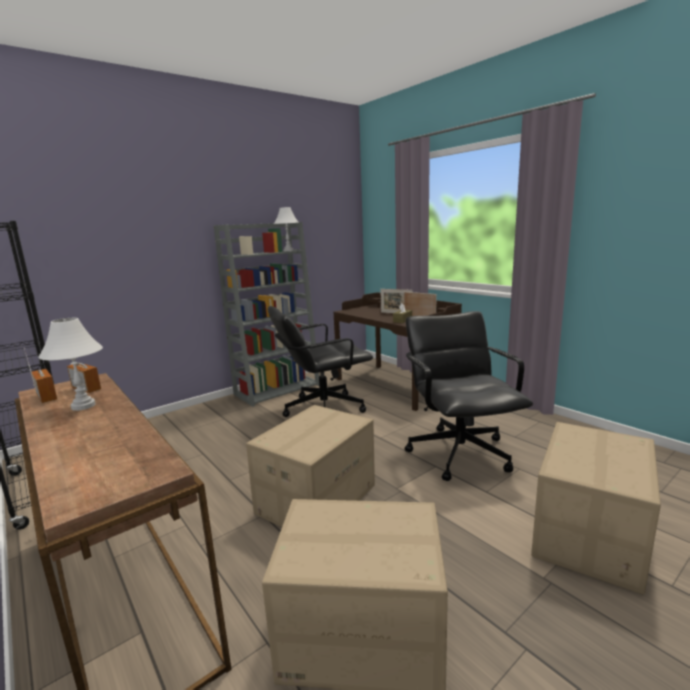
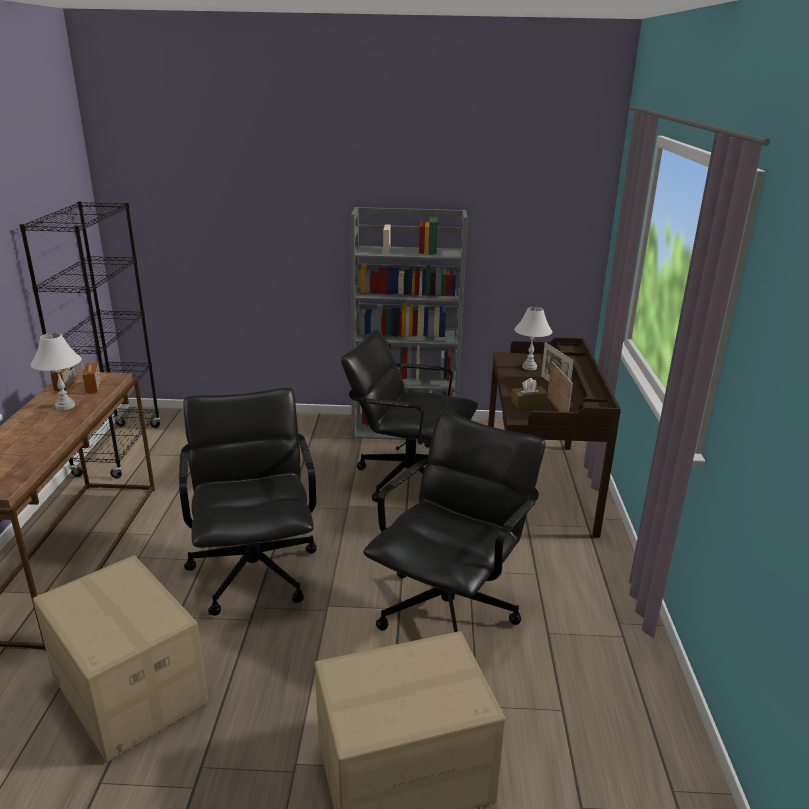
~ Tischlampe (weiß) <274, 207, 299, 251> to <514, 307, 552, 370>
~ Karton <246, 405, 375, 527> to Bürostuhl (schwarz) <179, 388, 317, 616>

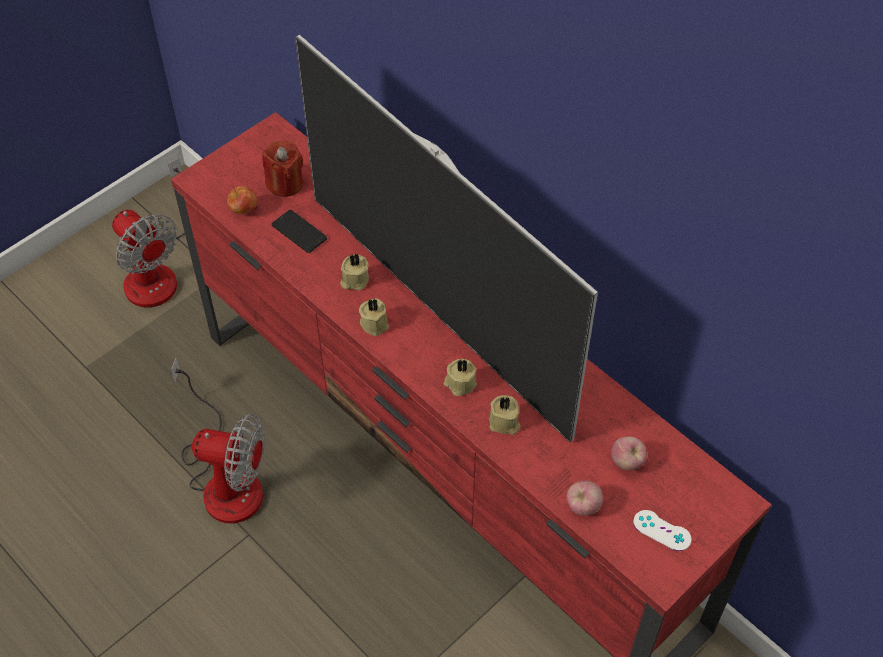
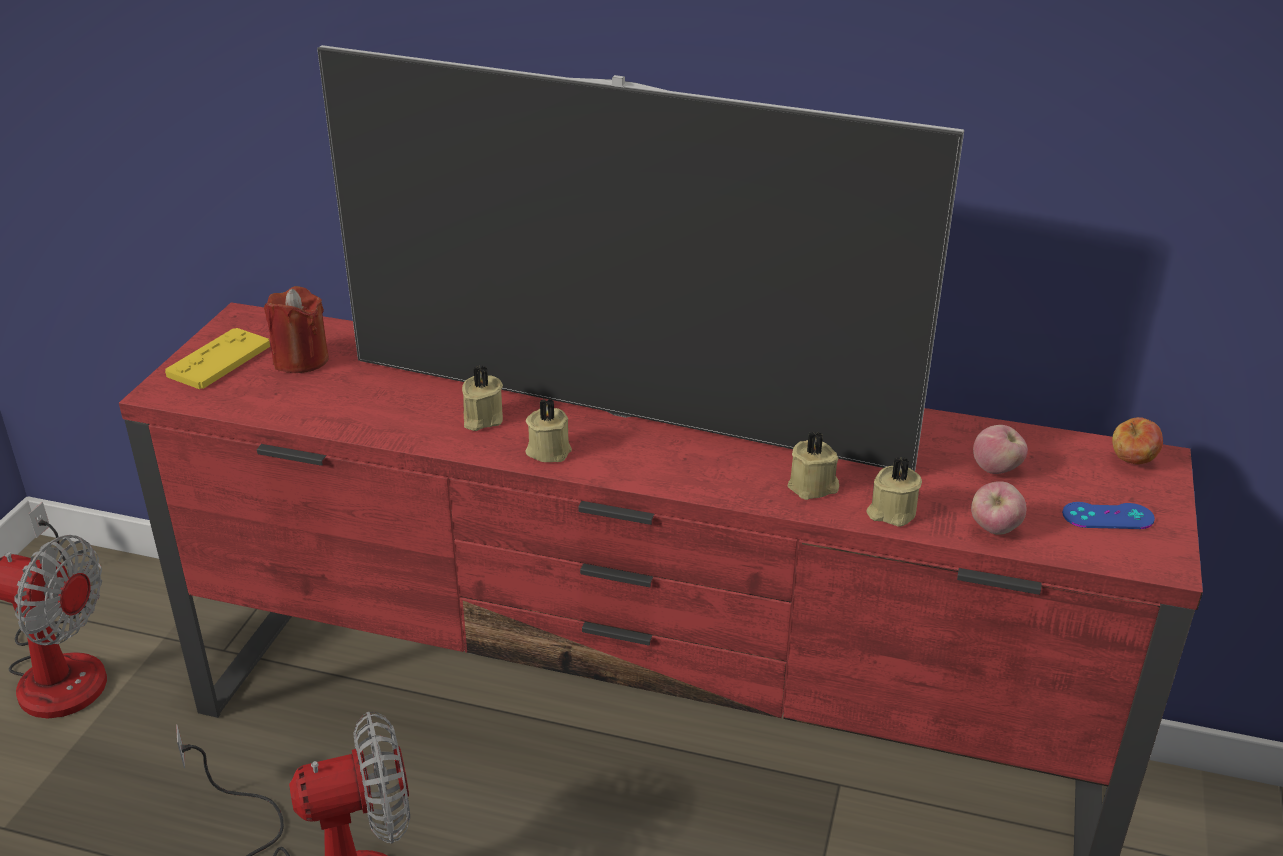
~ Apfel <227, 186, 258, 214> to <1112, 417, 1163, 464>
- Handy <271, 210, 327, 253>
~ Kerze (beige) <444, 359, 477, 396> to <866, 457, 922, 527>
~ Gamepad (weiß) <633, 510, 691, 551> to Gamepad (blau) <1062, 502, 1155, 529>
+ Gamepad (gelb) <165, 328, 270, 389>

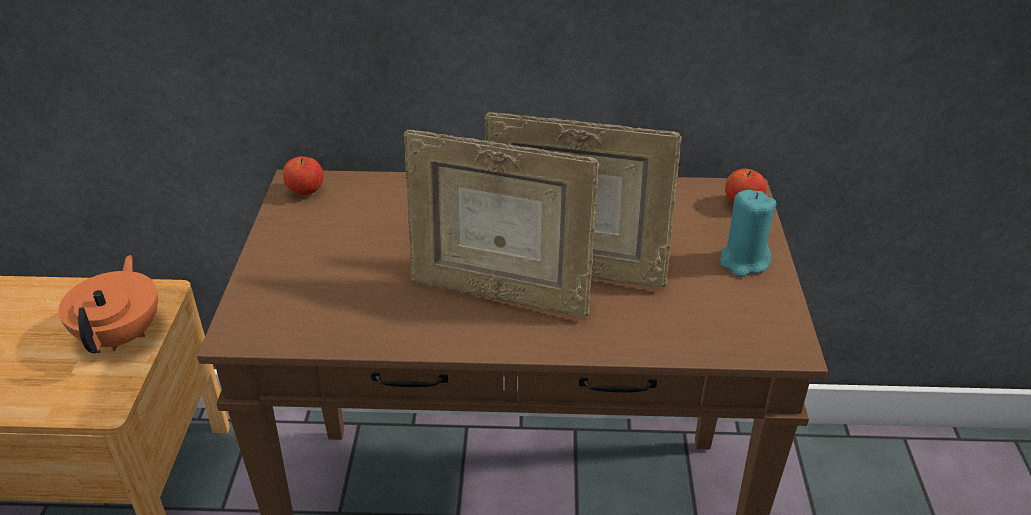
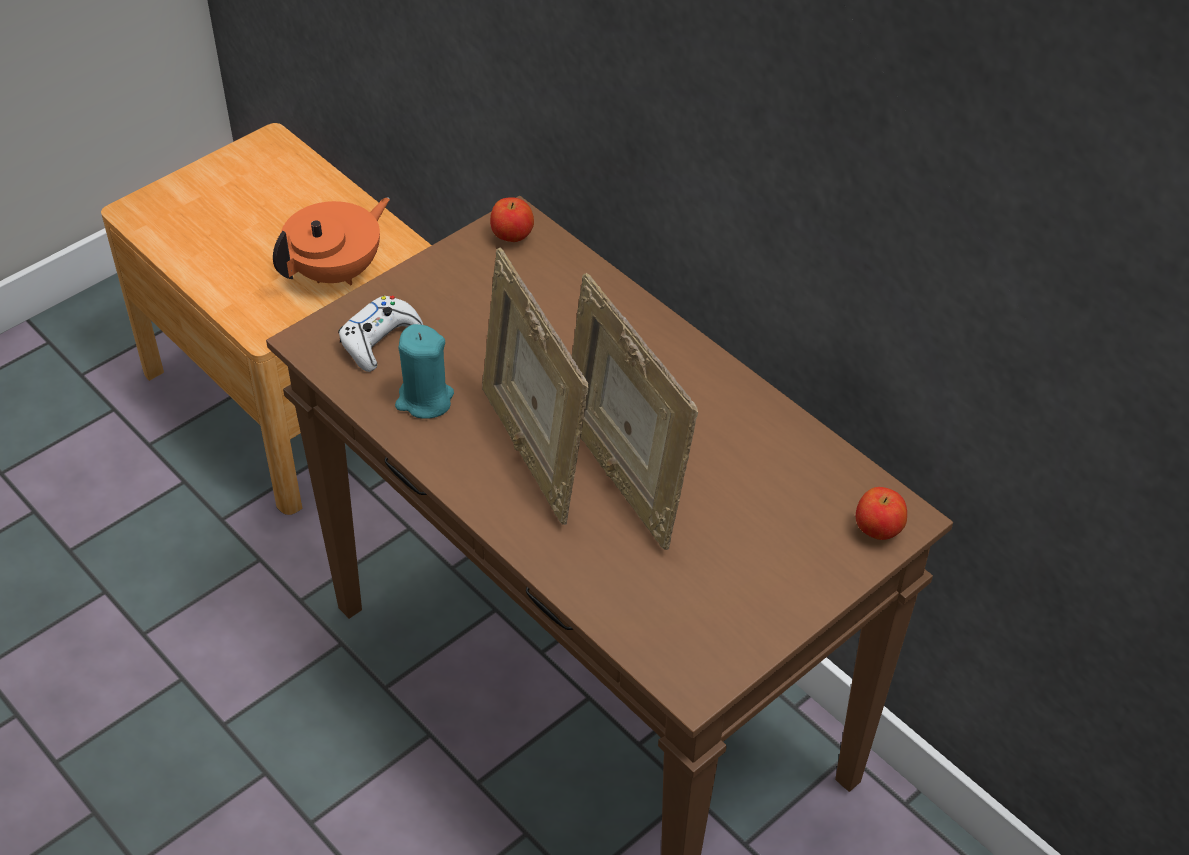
~ Kerze (türkis) <720, 190, 776, 277> to <395, 324, 454, 419>
+ Gamepad (weiß) <338, 296, 423, 372>

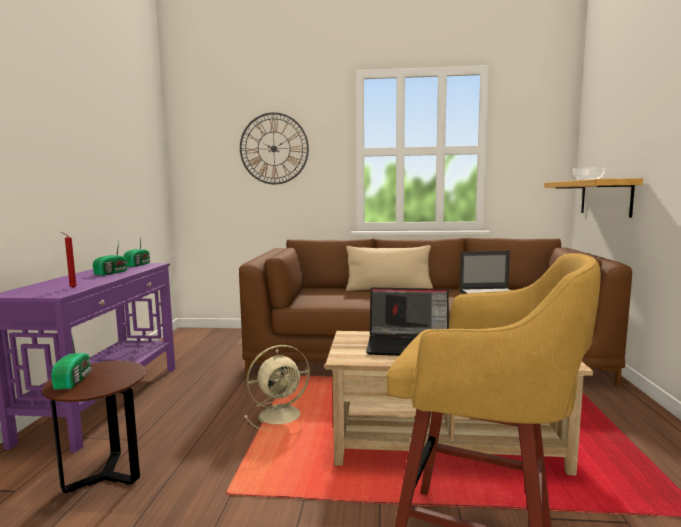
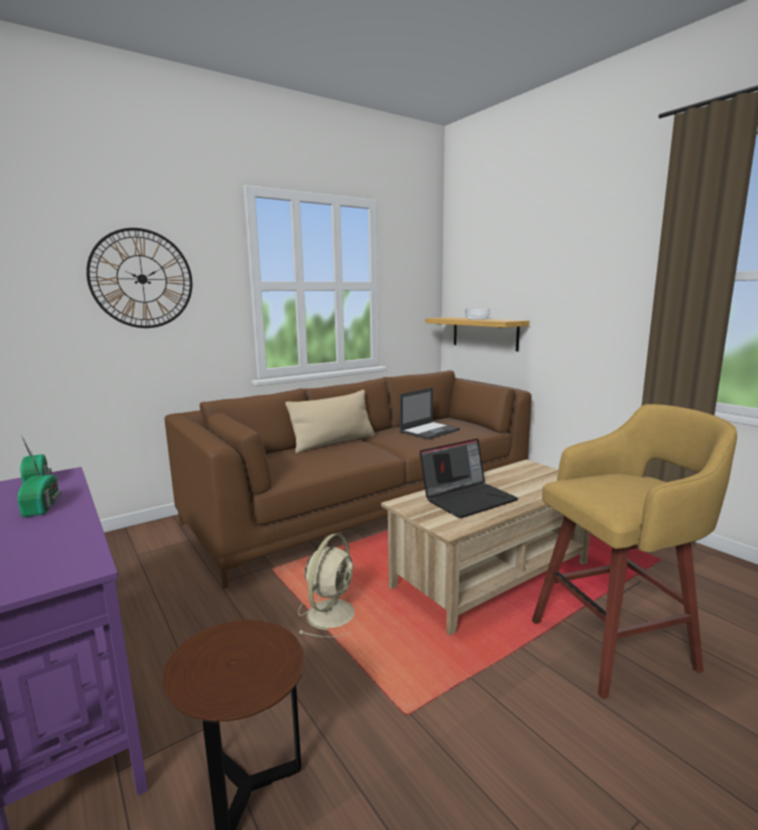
- Kerze (rot) <61, 232, 77, 288>
- Radio <51, 331, 92, 390>

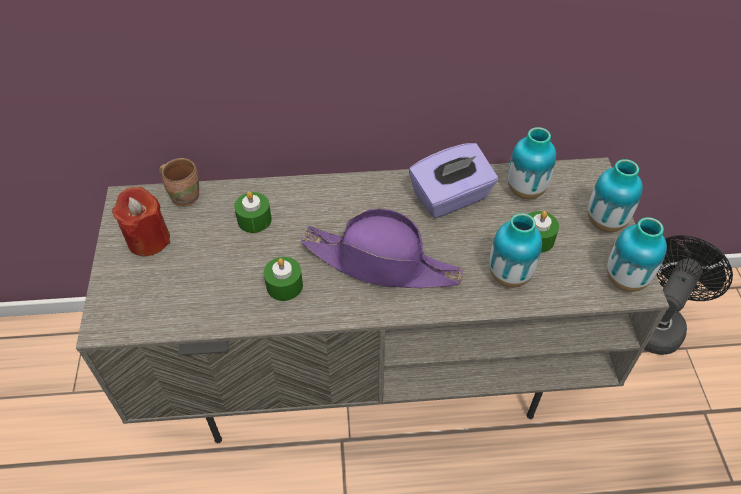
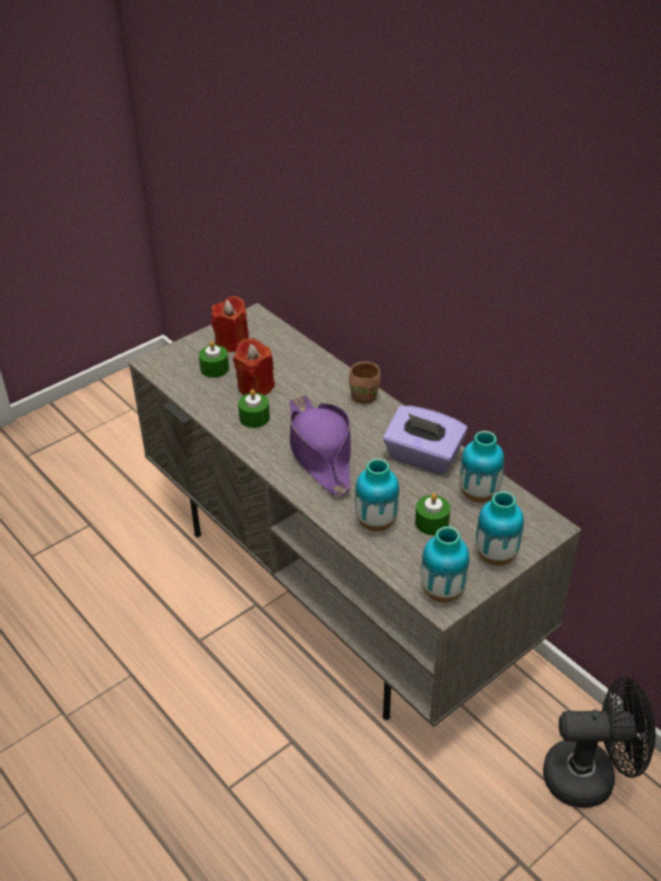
~ Henkelbecher (braun) <159, 158, 199, 206> to <349, 361, 381, 404>
~ Kerze (grün) <234, 191, 272, 233> to <199, 341, 229, 378>
+ Kerze (rot) <233, 338, 275, 396>

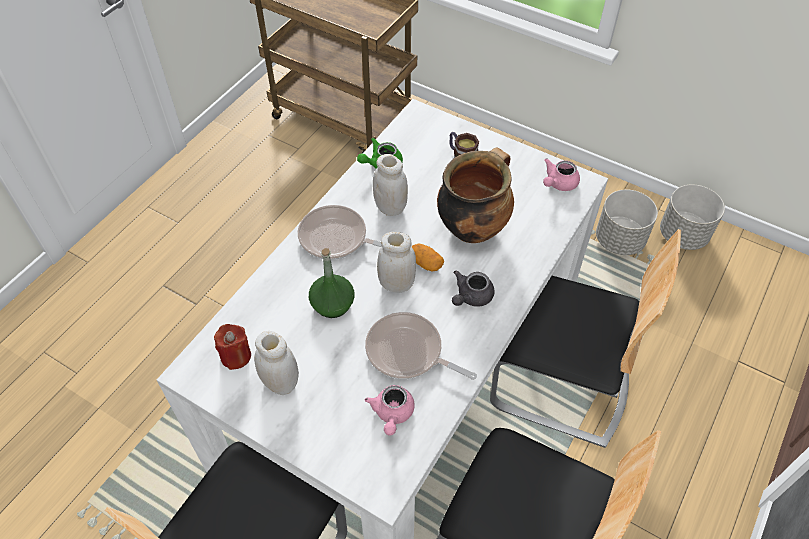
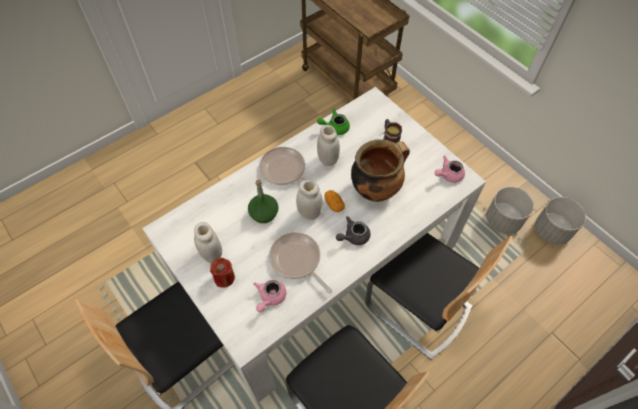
~ Kerze (rot) <214, 324, 251, 370> to <210, 258, 235, 287>

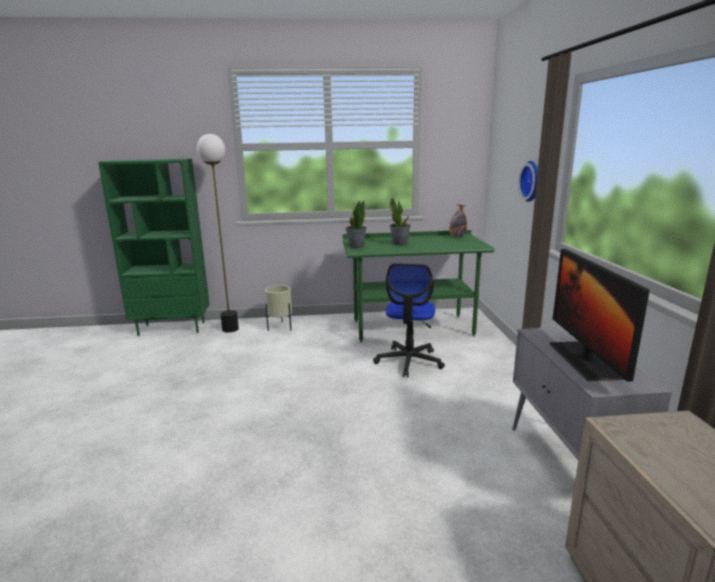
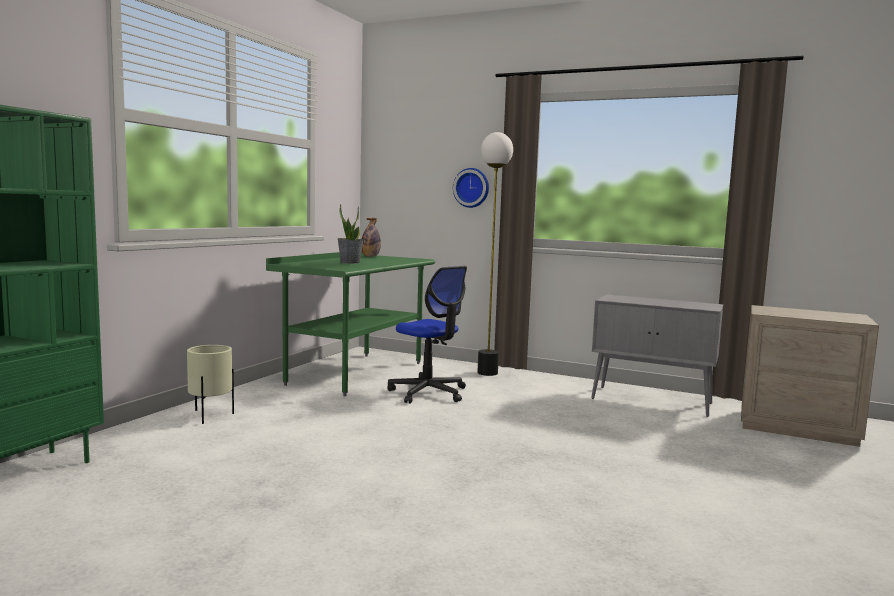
~ Stehlampe <197, 134, 239, 333> to <477, 132, 513, 376>
- Topfpflanze <346, 200, 367, 248>
- Monitor <549, 249, 650, 381>

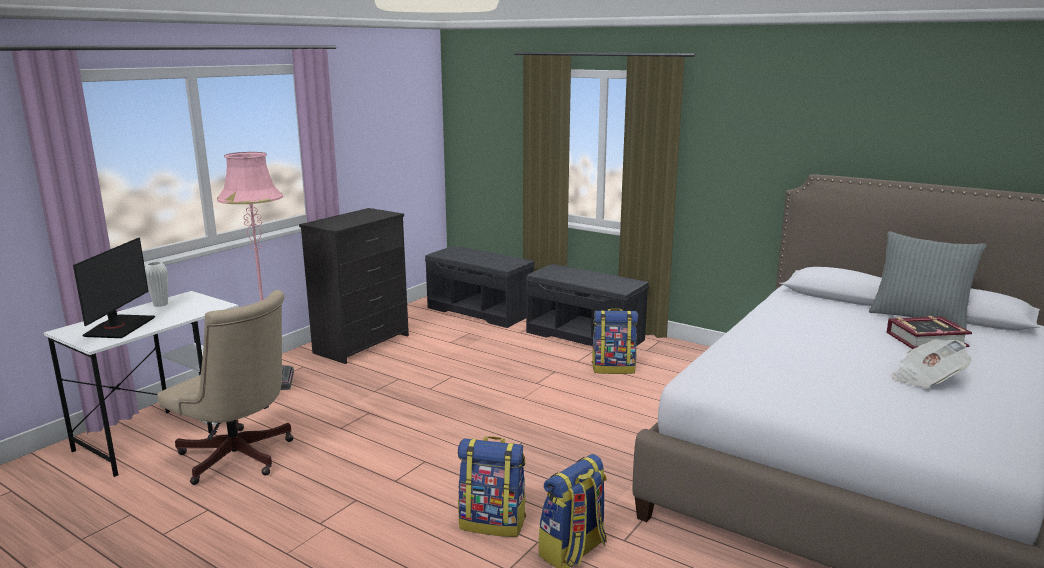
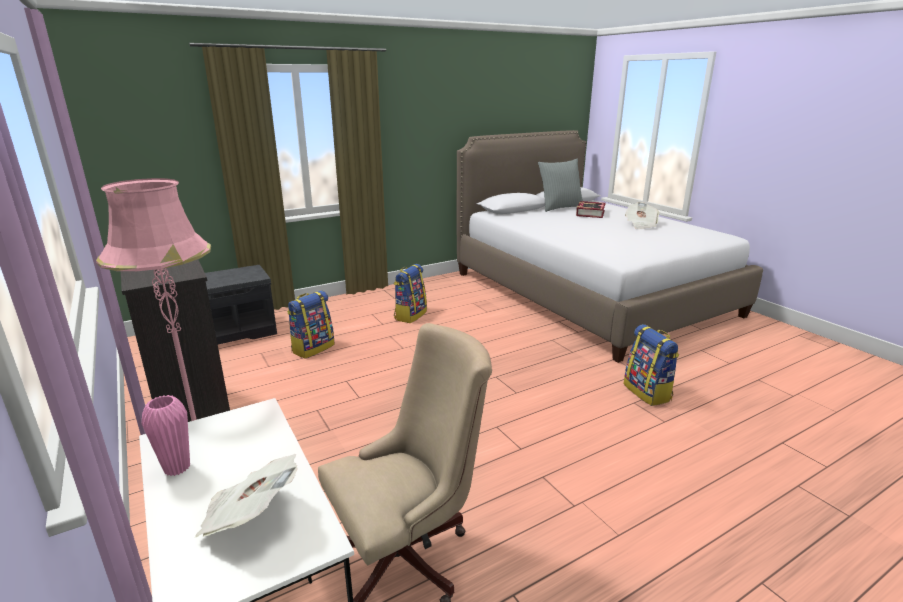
~ Monitor <73, 237, 155, 338> to Zeitung <195, 454, 297, 537>
~ Vase (weiß) <145, 262, 168, 307> to Vase (rosa) <142, 395, 190, 476>
- Bank (grau) <526, 264, 649, 346>
~ Rucksack <458, 436, 526, 537> to <287, 291, 335, 359>

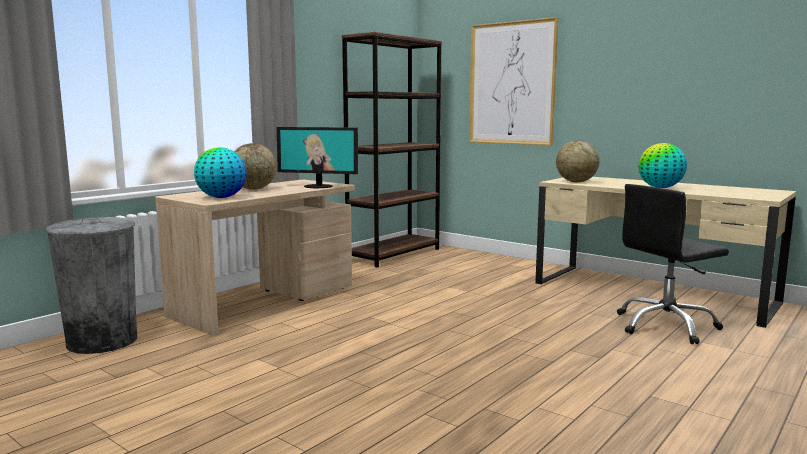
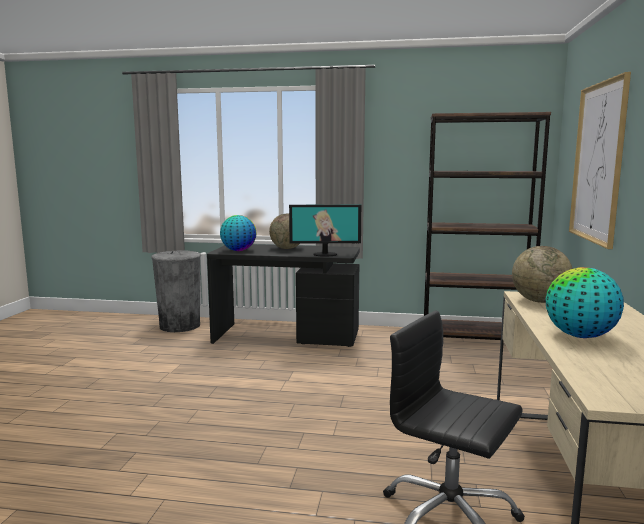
~ Monitor <277, 127, 358, 188> = <289, 204, 361, 257> 75 degrees counterclockwise
~ Schreibtisch (beige) <155, 180, 355, 335> to Schreibtisch (schwarz) <207, 244, 360, 347>

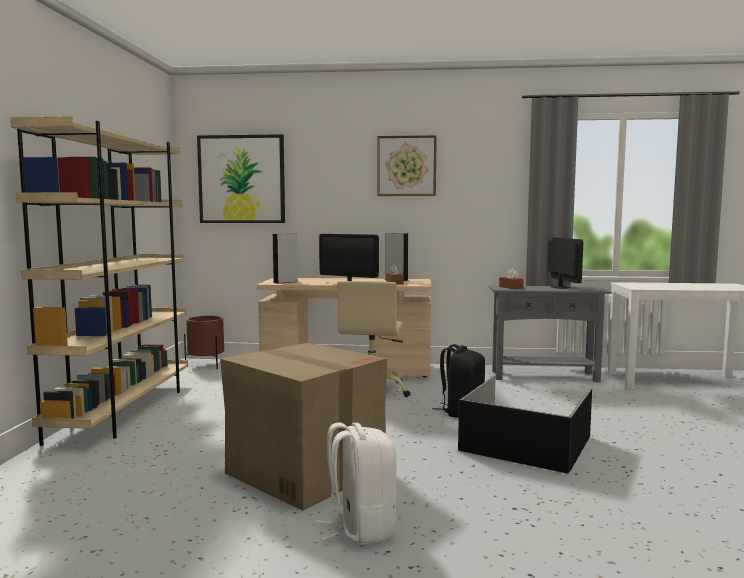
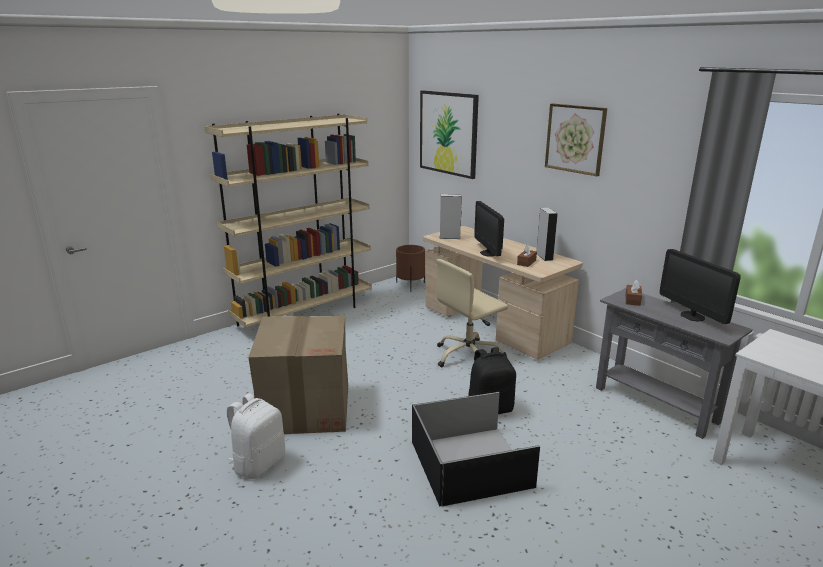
~ Monitor <547, 237, 583, 289> = <660, 249, 741, 324> 120 degrees clockwise

